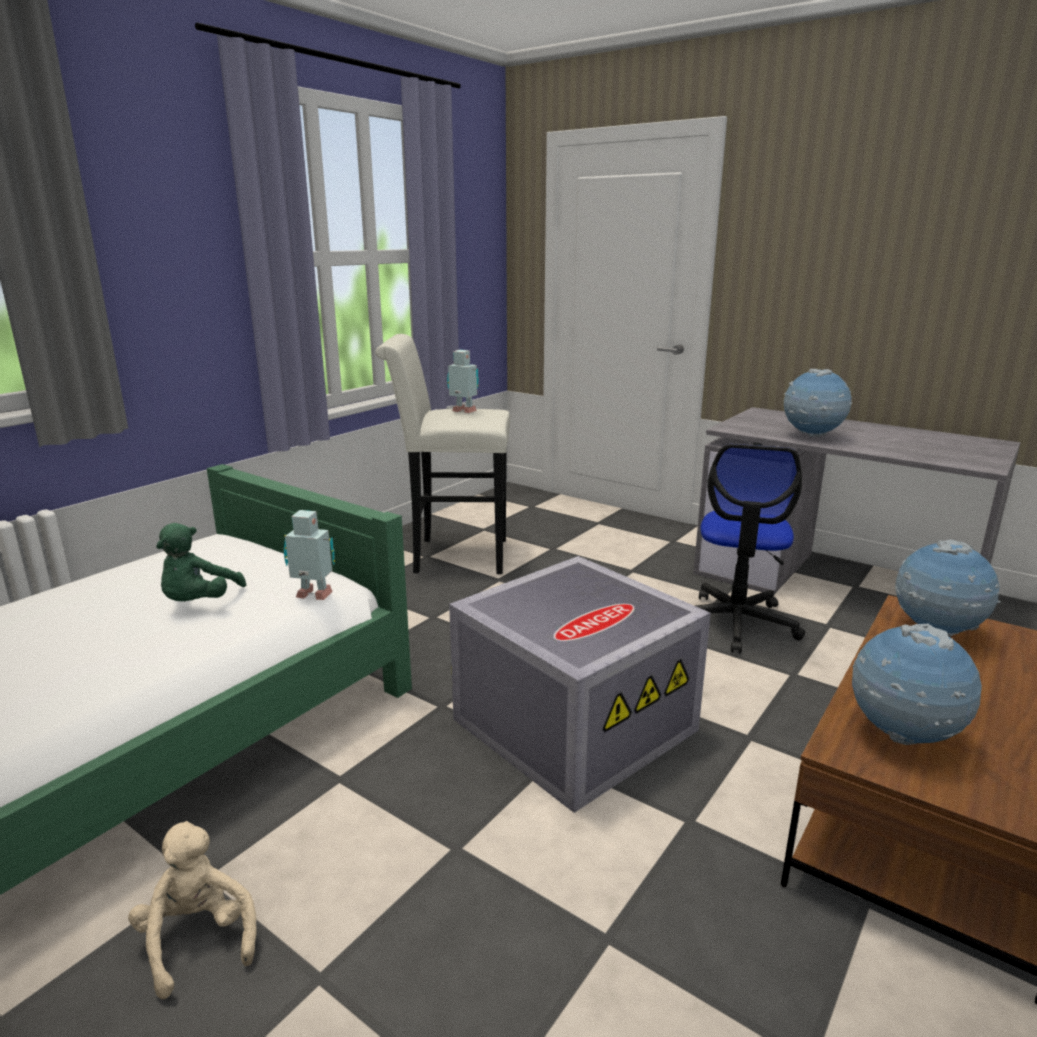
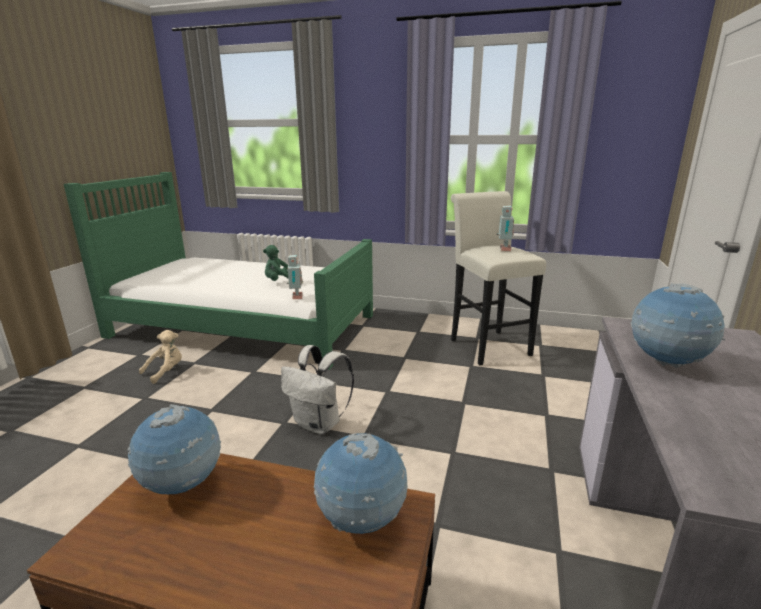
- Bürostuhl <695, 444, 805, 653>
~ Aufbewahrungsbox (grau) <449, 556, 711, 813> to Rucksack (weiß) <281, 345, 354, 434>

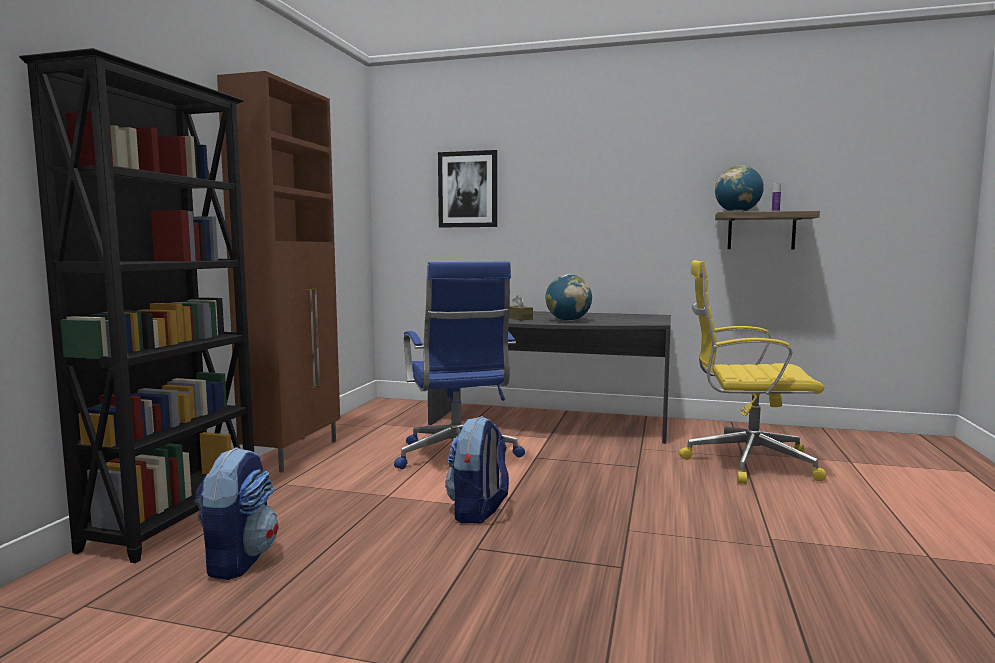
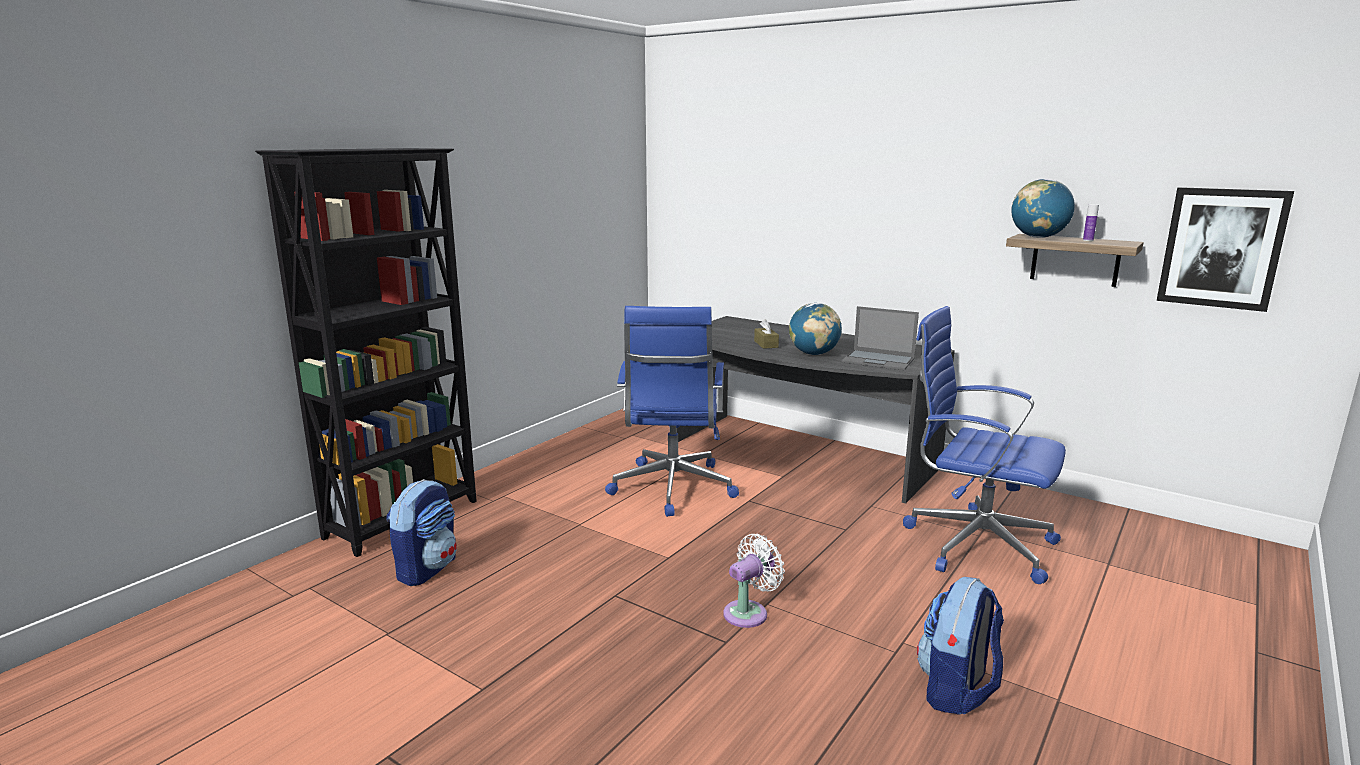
- Schrank (braun) <217, 71, 340, 472>
~ Bild <438, 150, 497, 227> to <1157, 187, 1294, 312>
~ Bürostuhl (gelb) <679, 260, 827, 484> to Bürostuhl (blau) <903, 306, 1066, 584>
~ Rucksack <445, 416, 509, 523> to <917, 577, 1004, 715>
+ Laptop <842, 306, 919, 370>
+ Ventilator (weiß) <723, 534, 785, 628>

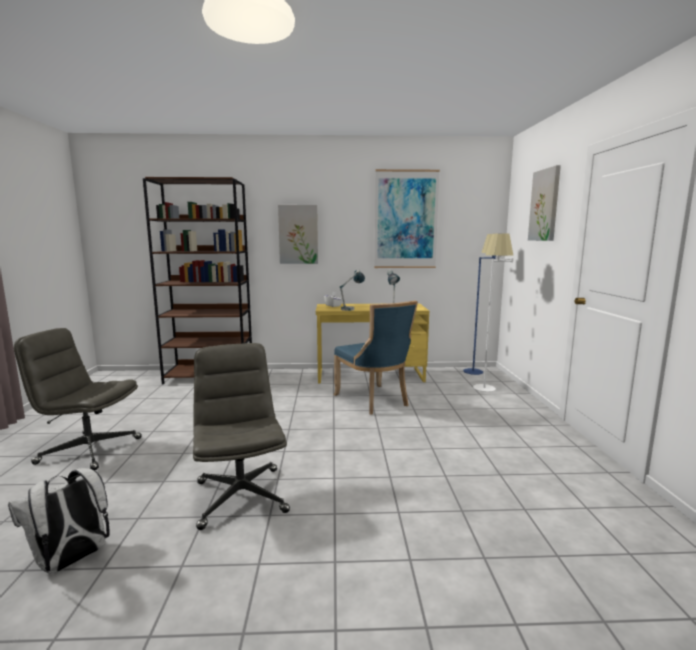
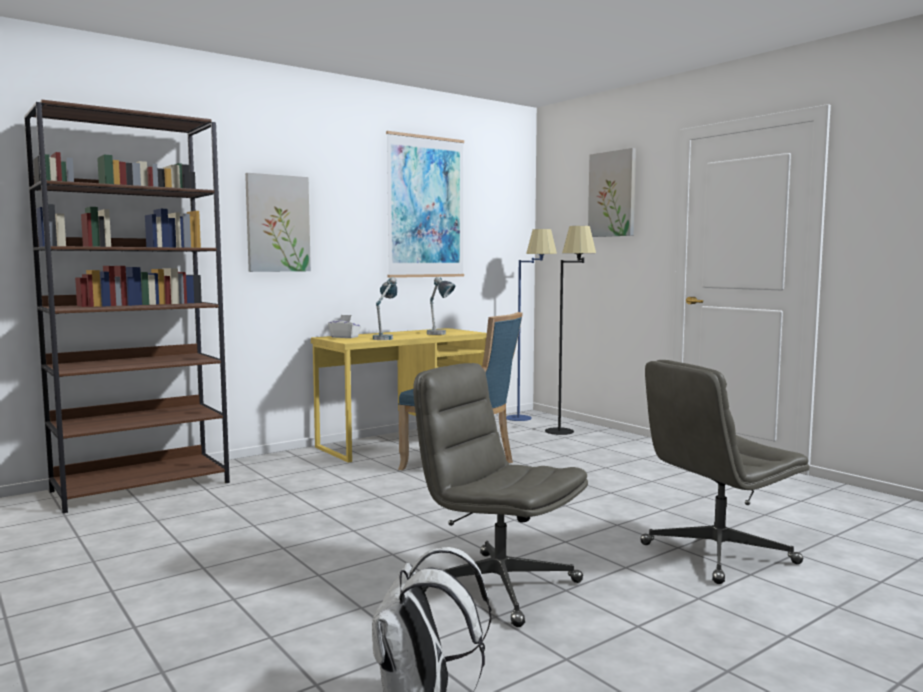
~ Stehlampe (weiß) <473, 234, 514, 392> to Stehlampe (schwarz) <545, 226, 596, 435>
~ Bürostuhl (grau) <14, 328, 142, 470> to <640, 360, 810, 584>

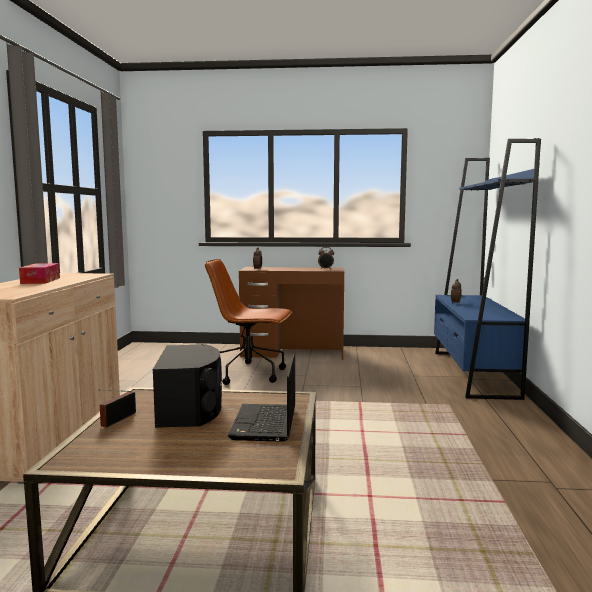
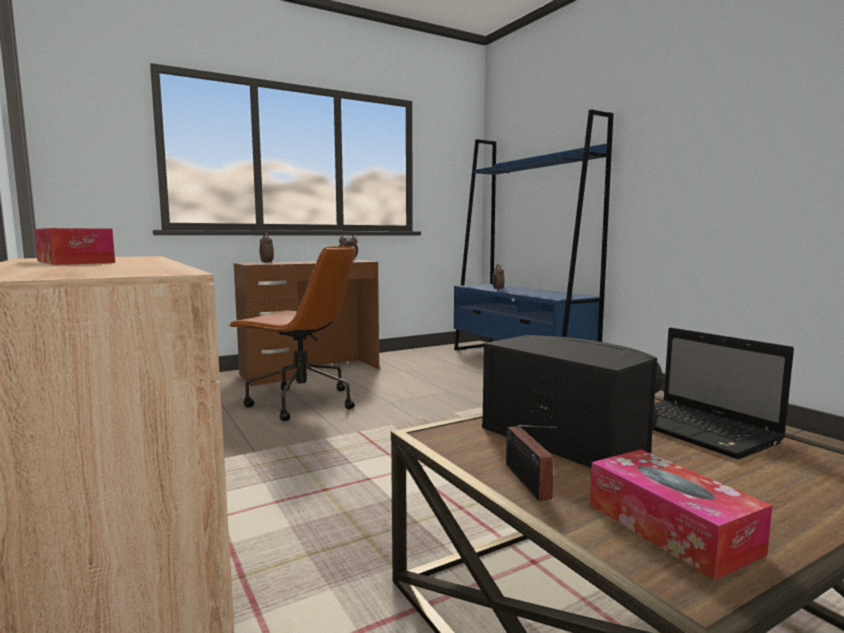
~ Bürostuhl (braun) <205, 259, 292, 385> = <228, 246, 356, 421> 135 degrees counterclockwise
+ Taschentuchbox <590, 449, 772, 580>

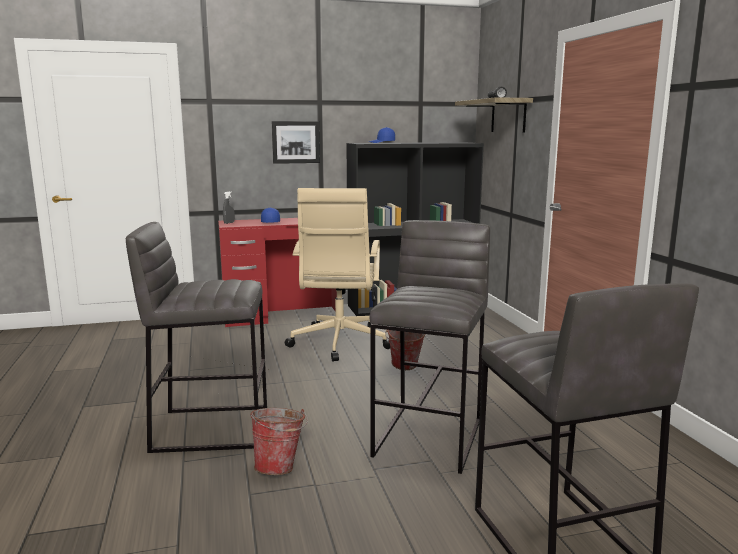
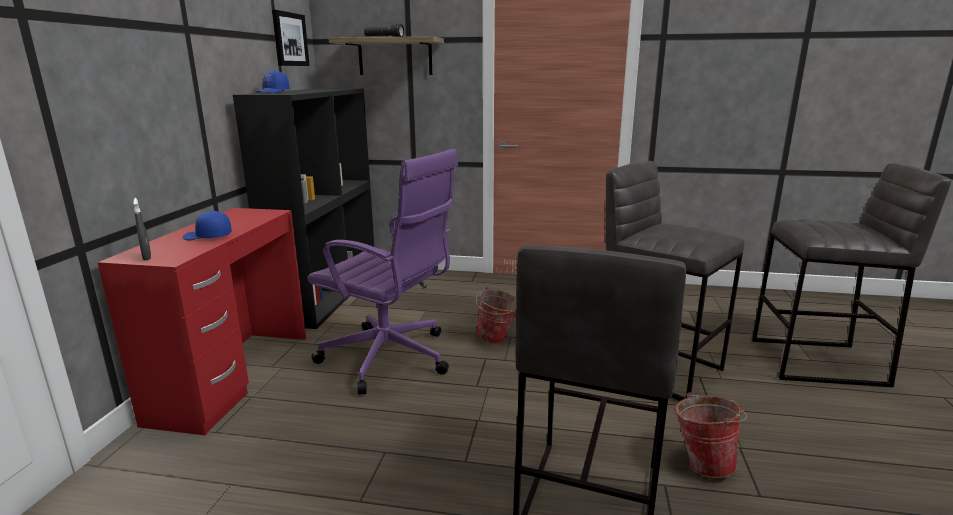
~ Bild <272, 121, 320, 164> to <272, 10, 310, 66>
~ Bürostuhl (beige) <285, 188, 390, 362> to Bürostuhl (lila) <307, 149, 458, 395>

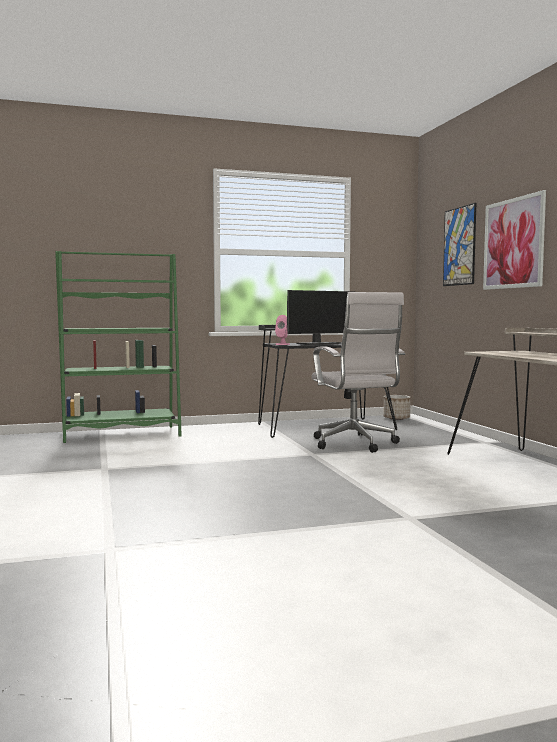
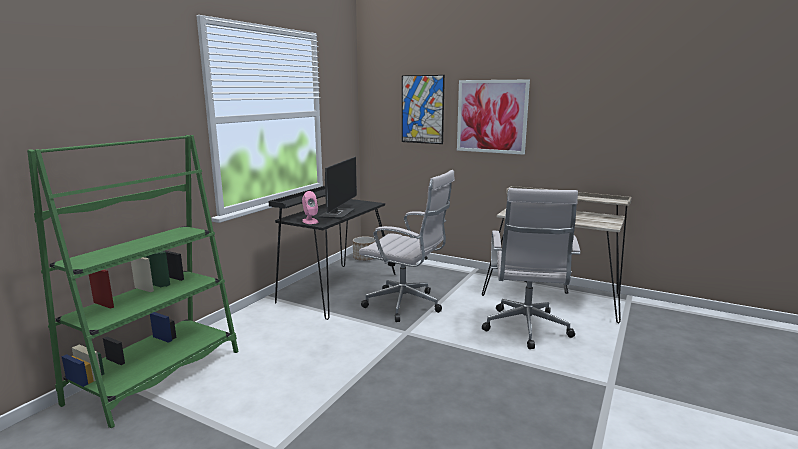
+ Bürostuhl (weiß) <482, 188, 580, 349>

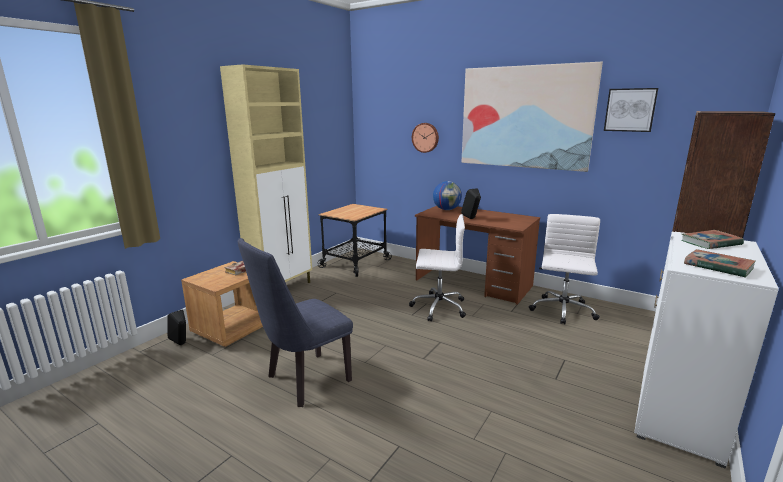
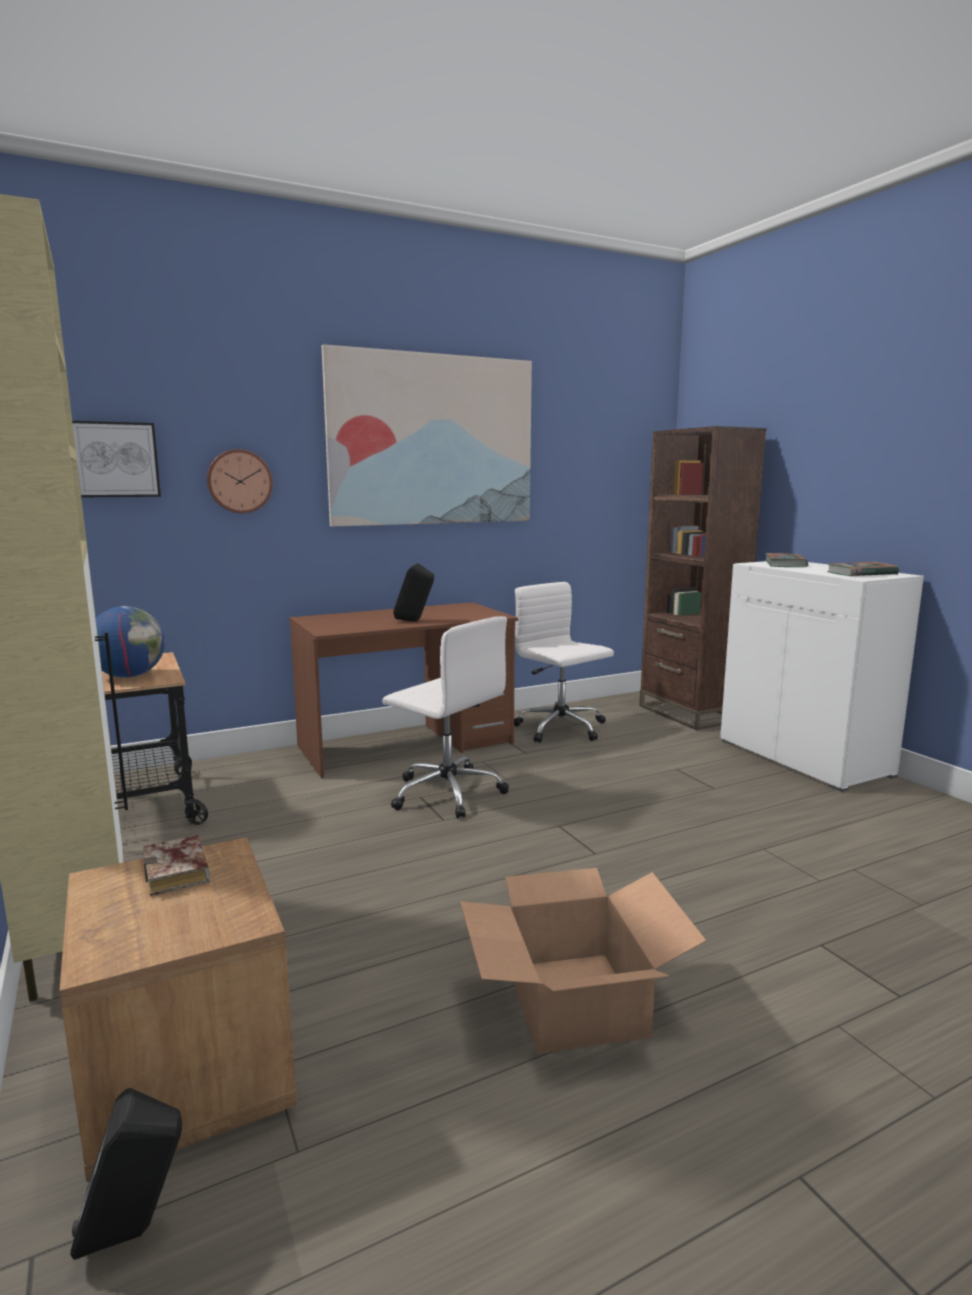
~ Bild <604, 88, 658, 132> to <72, 421, 161, 498>
~ Globus <433, 181, 462, 210> to <96, 606, 165, 678>
~ Bürostuhl (weiß) <409, 214, 466, 322> = <382, 616, 509, 819> 90 degrees clockwise
~ Stuhl (blau) <238, 238, 353, 407> to Karton <460, 868, 706, 1054>

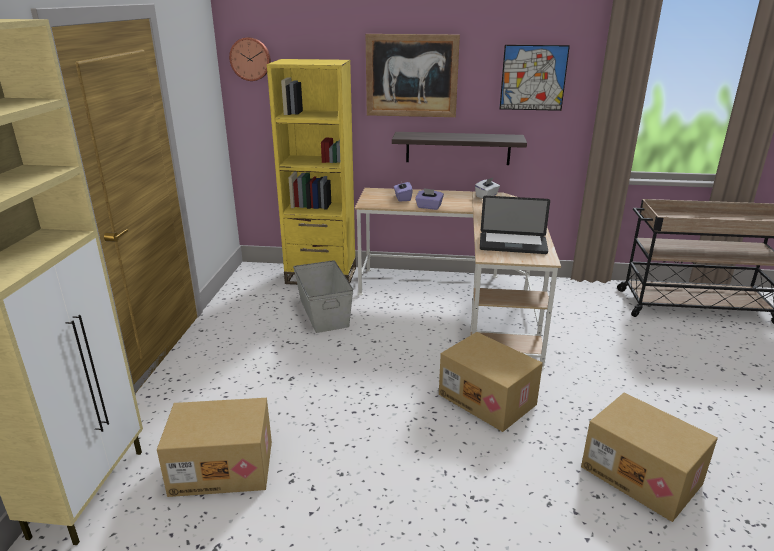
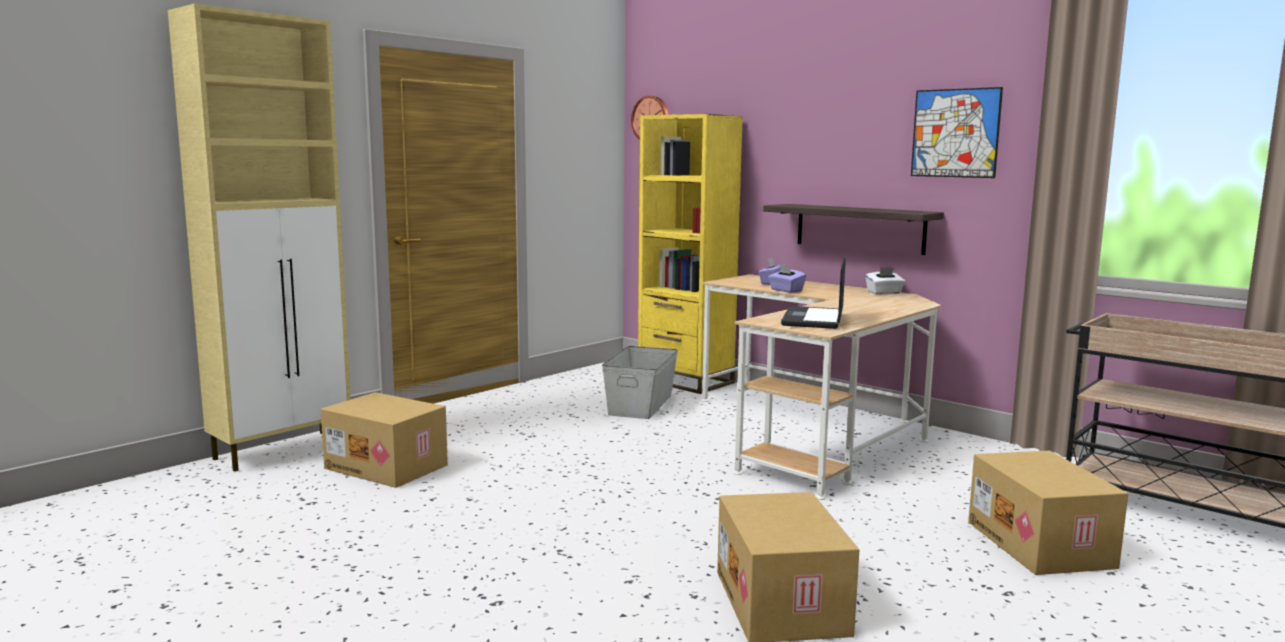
- Bild <366, 34, 460, 117>
~ Laptop <480, 196, 550, 254> = <781, 257, 846, 329> 60 degrees clockwise
~ Karton <439, 332, 543, 432> to <968, 451, 1128, 575>

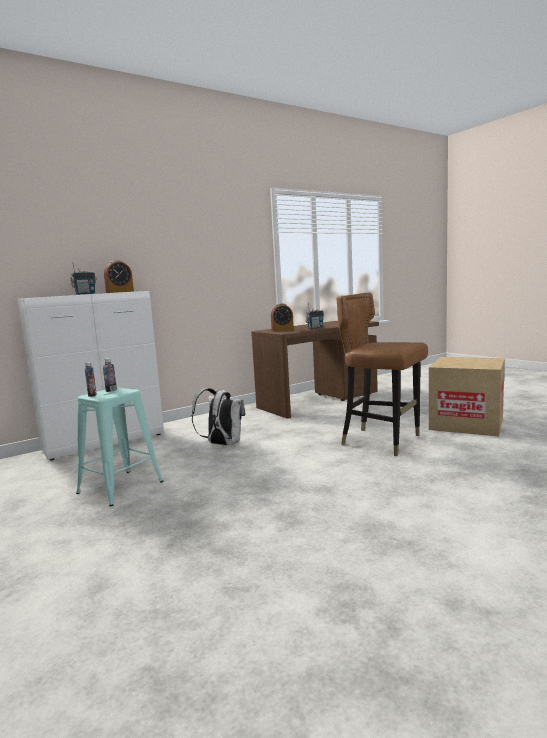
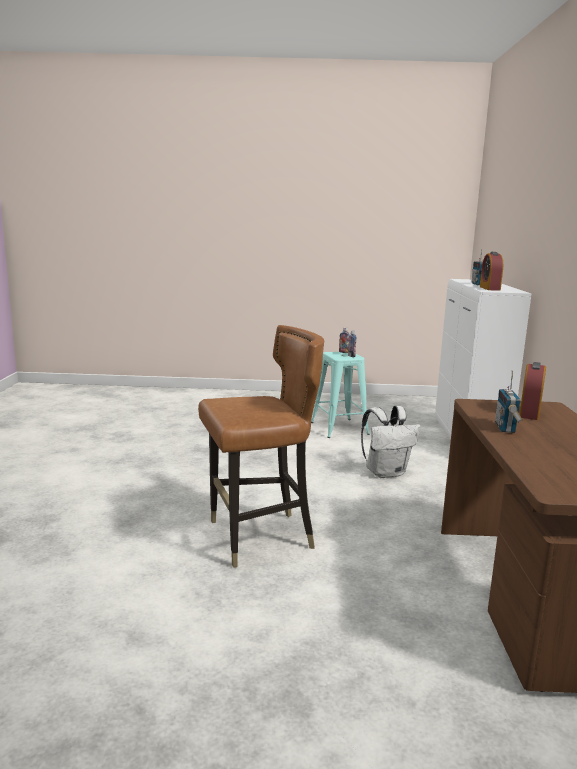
- Karton <429, 357, 505, 436>

